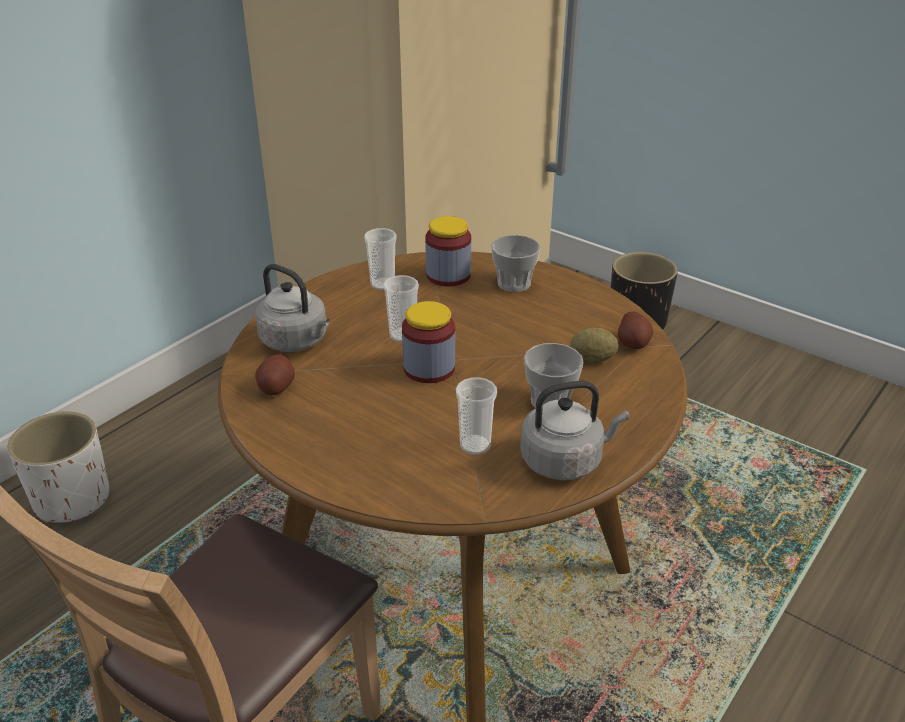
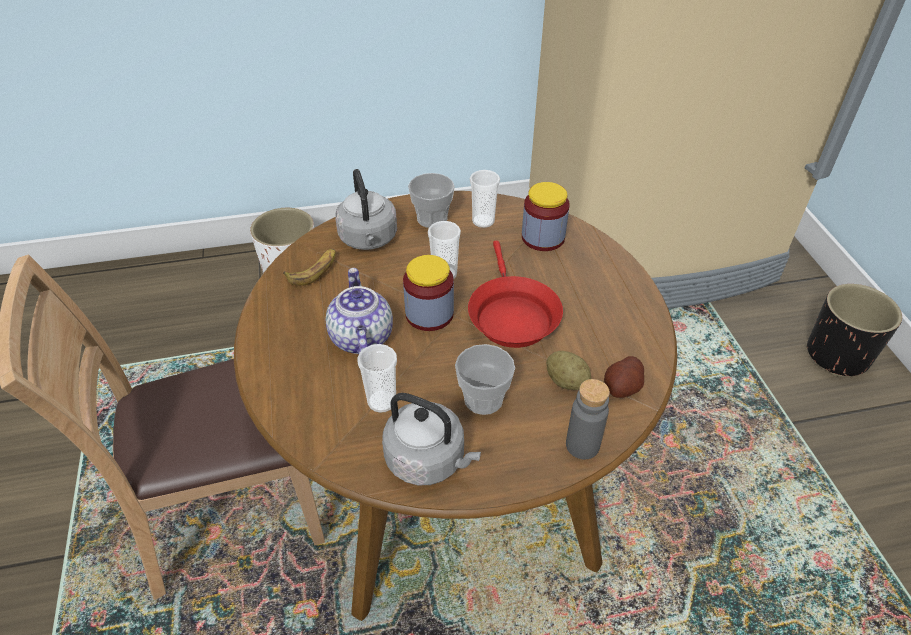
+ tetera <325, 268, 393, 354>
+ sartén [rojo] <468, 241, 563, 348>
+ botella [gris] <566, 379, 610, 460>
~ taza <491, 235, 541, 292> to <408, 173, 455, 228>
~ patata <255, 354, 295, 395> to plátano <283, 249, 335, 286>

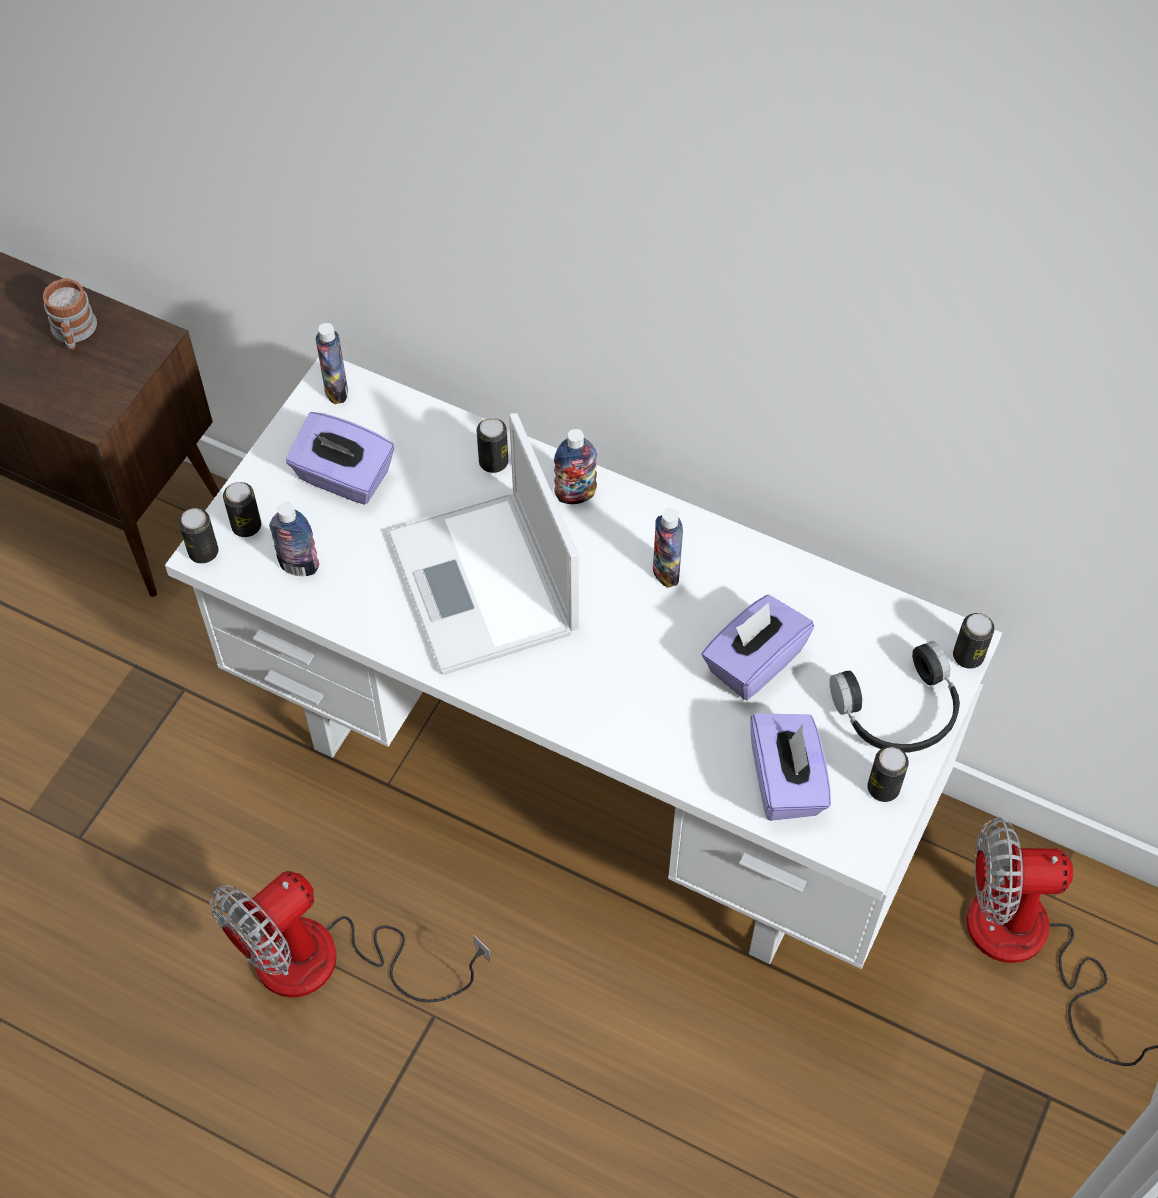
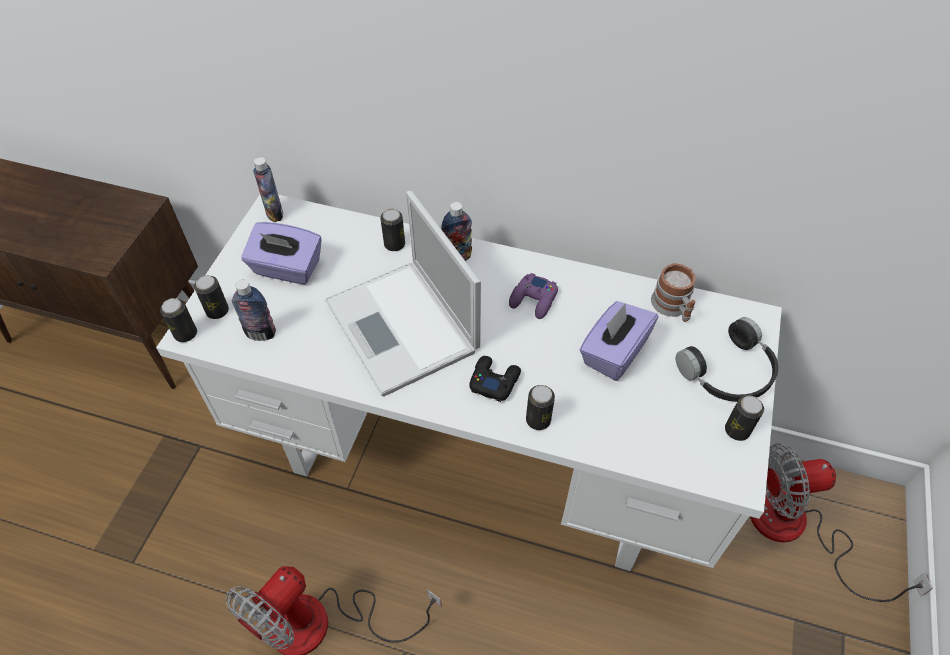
- caja de pañuelos [morado] <750, 713, 831, 821>
+ mando de consola [negro] <469, 356, 521, 402>
~ taza grande <43, 278, 97, 350> to <651, 263, 695, 322>
~ lata <953, 613, 995, 669> to <526, 385, 555, 430>
~ botella <653, 508, 683, 588> to mando de consola [morado] <509, 273, 558, 319>

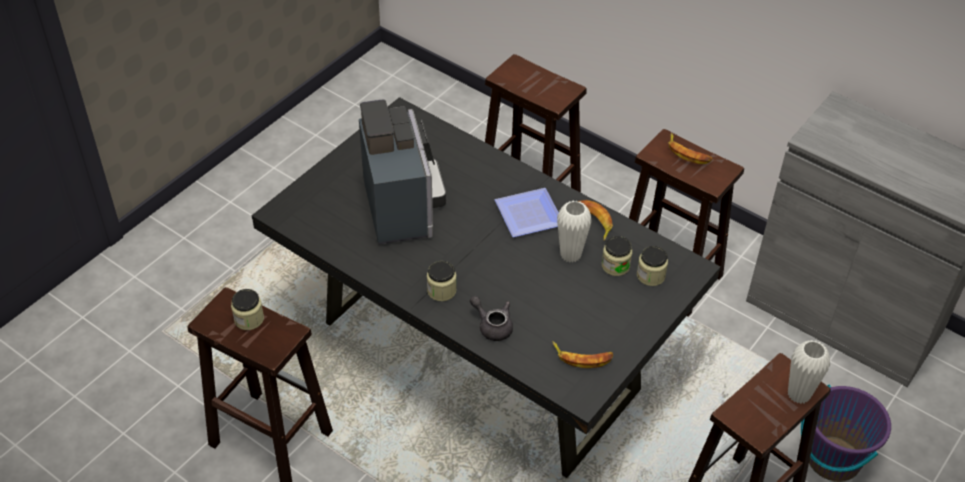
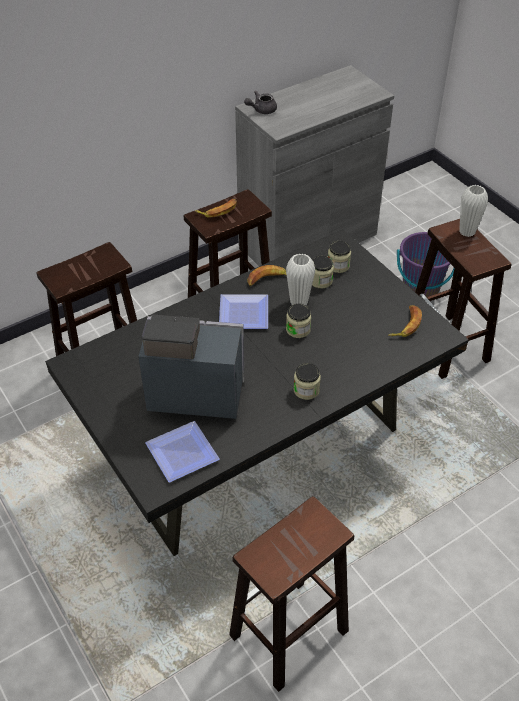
+ plato <145, 421, 219, 483>
~ tarro <231, 289, 264, 330> to <286, 304, 311, 338>
~ tetera [gris] <470, 296, 513, 341> to <244, 91, 277, 114>

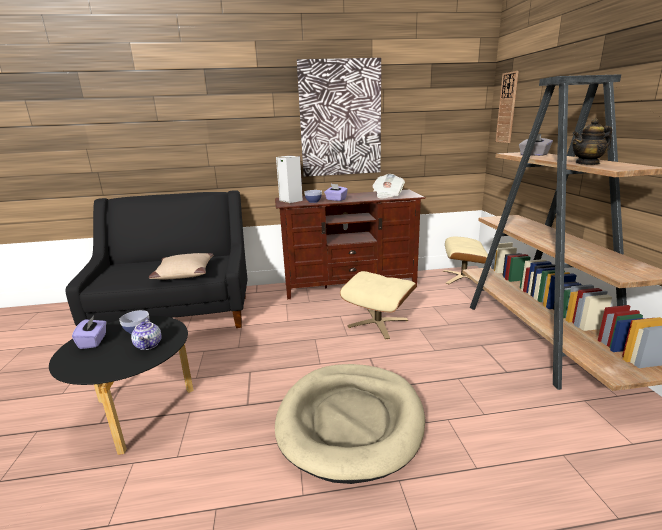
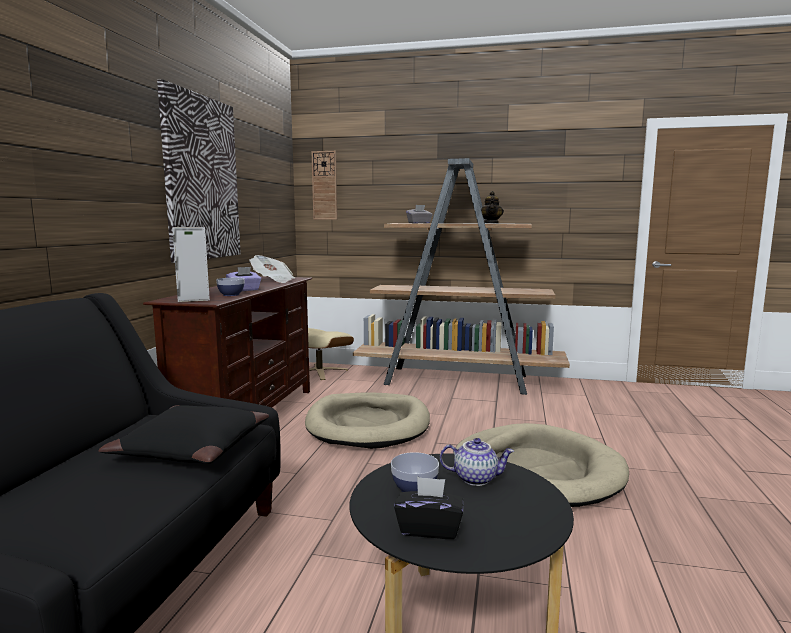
~ puf [beis] <340, 271, 417, 339> to cama para perro [beis] <305, 393, 430, 449>
~ caja de pañuelos [morado] <72, 316, 106, 349> to caja de pañuelos [negro] <394, 477, 463, 539>
~ cojín [beis] <149, 253, 213, 280> to cojín [negro] <98, 405, 269, 464>

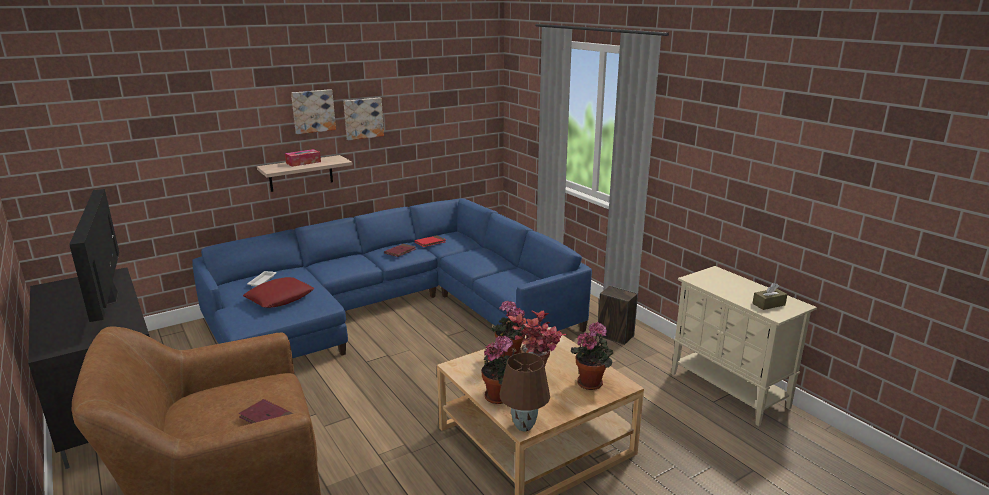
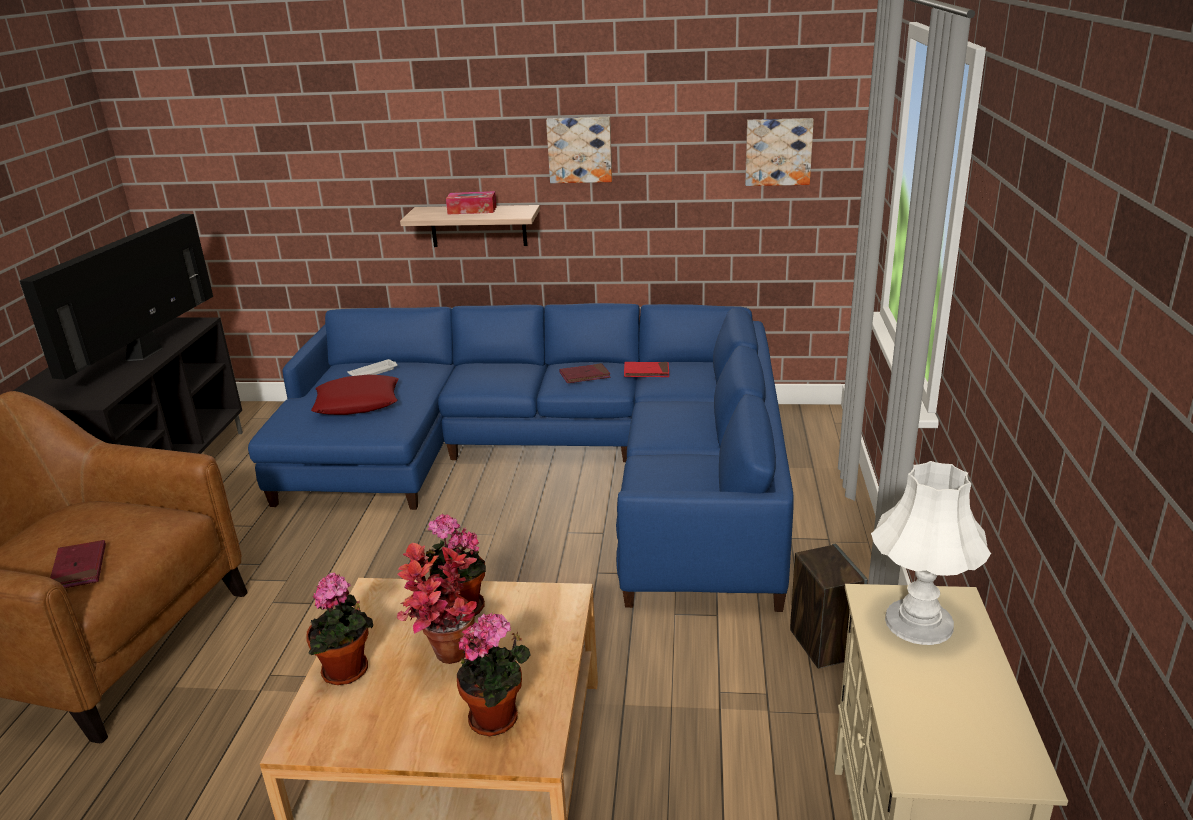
- lámpara de mesa [marrón] <500, 353, 550, 431>
- caja de pañuelos [marrón] <752, 283, 787, 310>
+ lámpara de mesa [blanco] <871, 461, 991, 645>
~ cuadro <291, 89, 336, 134> to <745, 118, 814, 186>

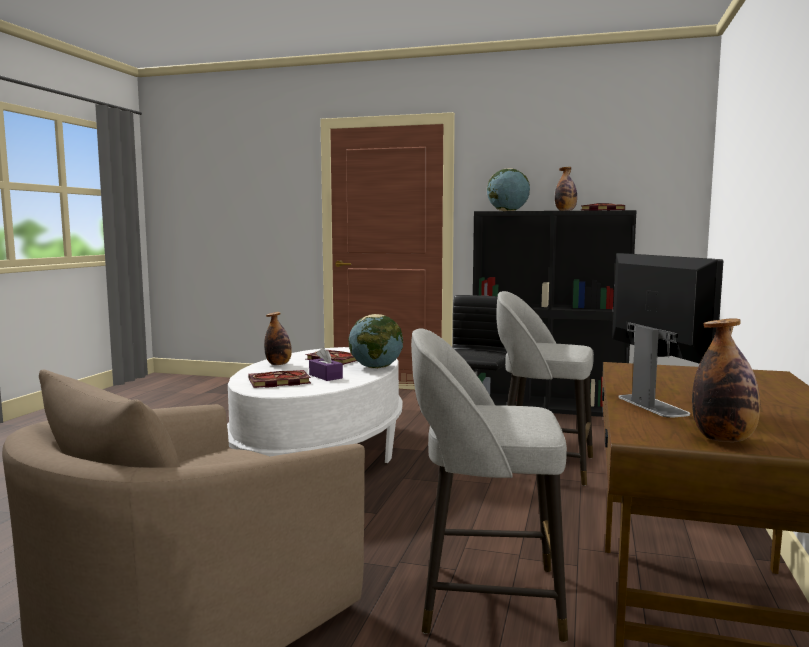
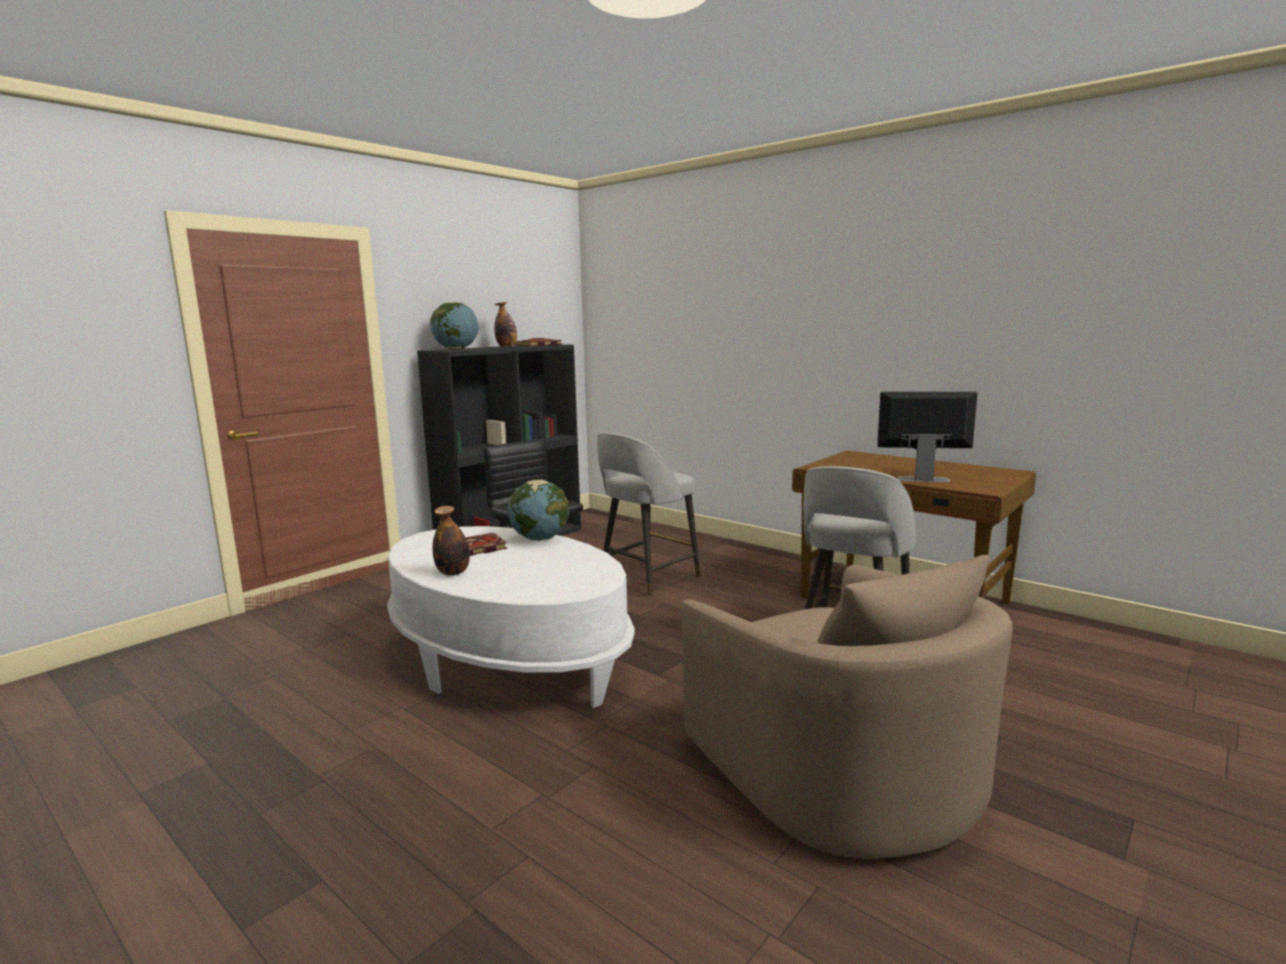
- libro <248, 370, 311, 388>
- caja de pañuelos [morado] <309, 347, 343, 381>
- botella <692, 318, 760, 442>

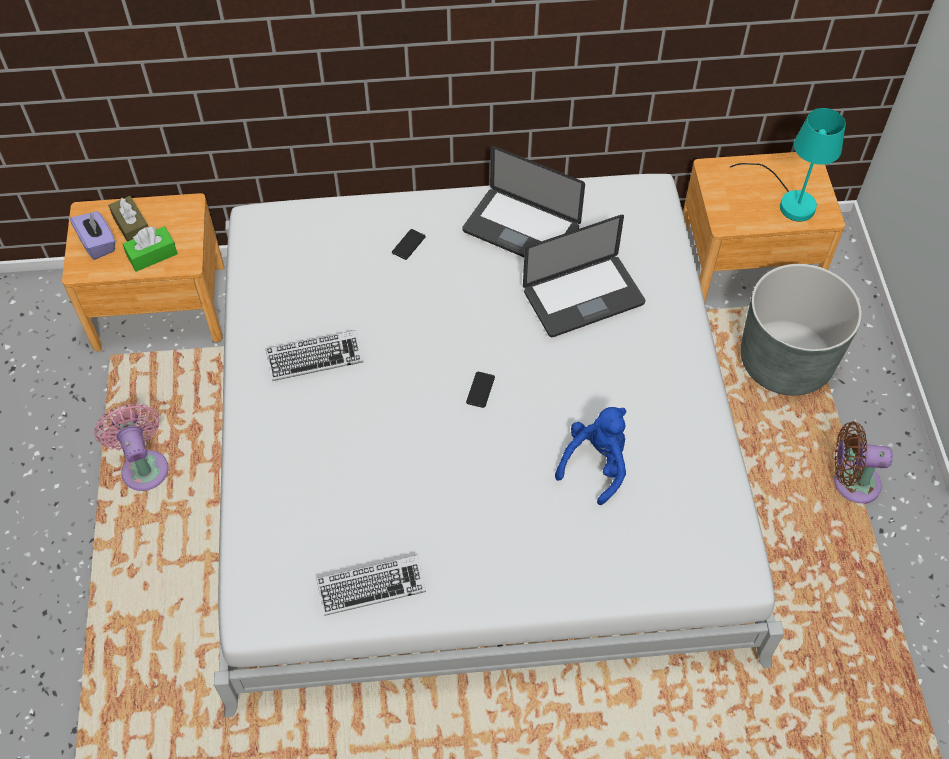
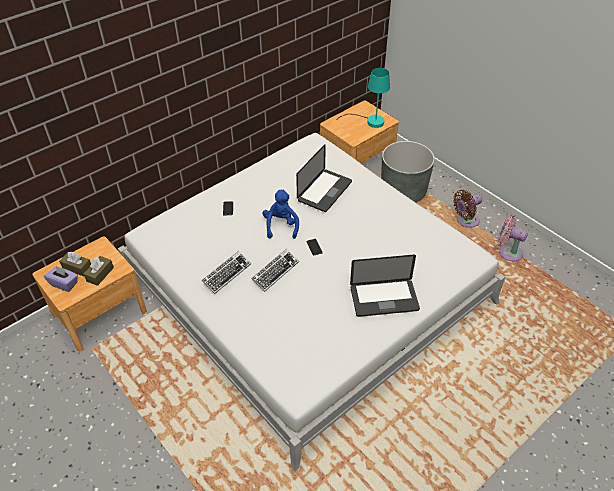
~ ventilador [rosa] <94, 403, 169, 491> to <498, 215, 528, 261>
~ teclado <316, 555, 426, 616> to <251, 249, 299, 292>
~ portátil <462, 146, 585, 257> to <350, 255, 420, 317>
~ peluche [azul] <555, 407, 626, 505> to <262, 189, 299, 239>
~ caja de pañuelos [verde] <123, 226, 178, 272> to caja de pañuelos [marrón] <84, 256, 114, 286>

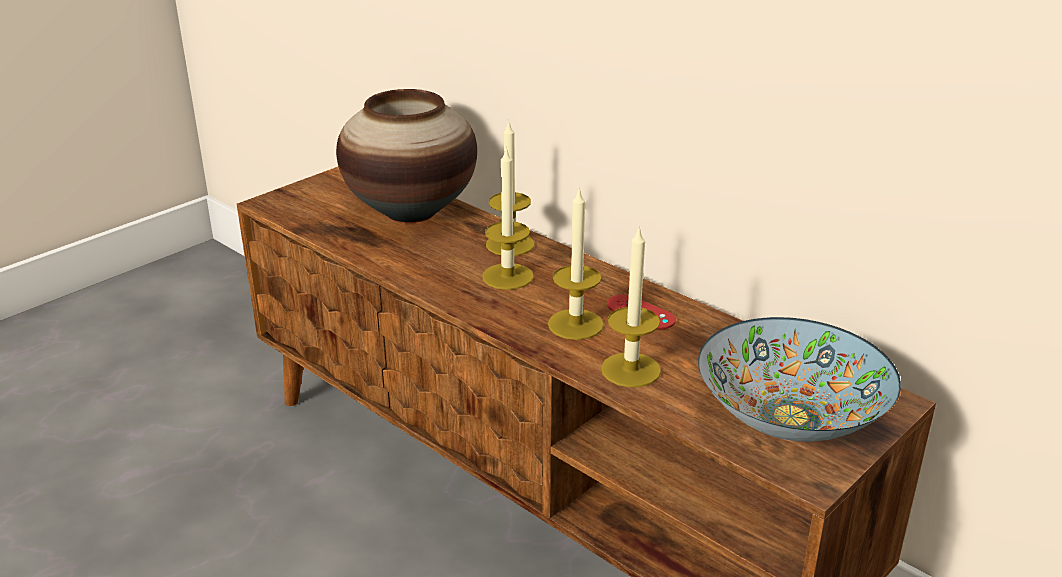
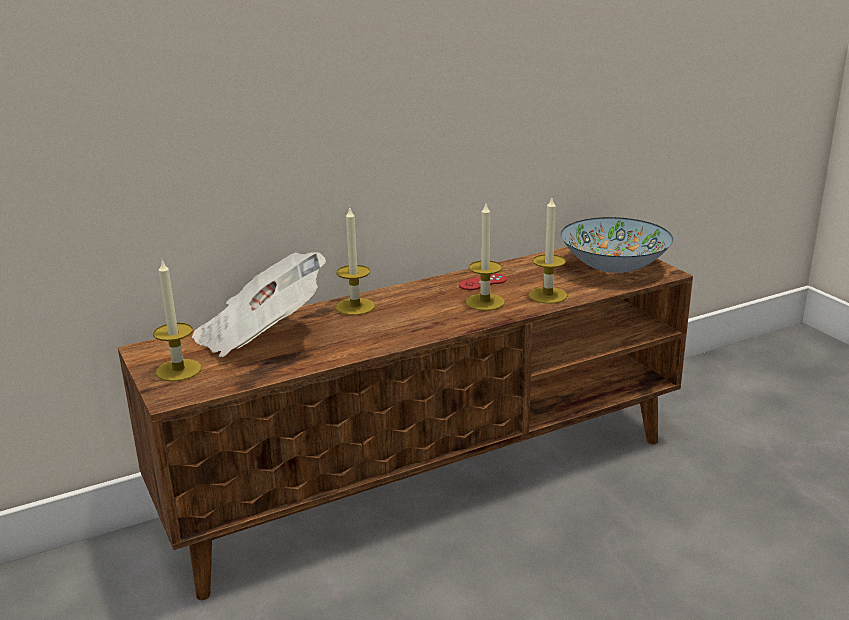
~ vela <482, 146, 534, 290> to <153, 260, 201, 382>
~ florero <336, 89, 477, 223> to periódico <192, 252, 326, 357>

